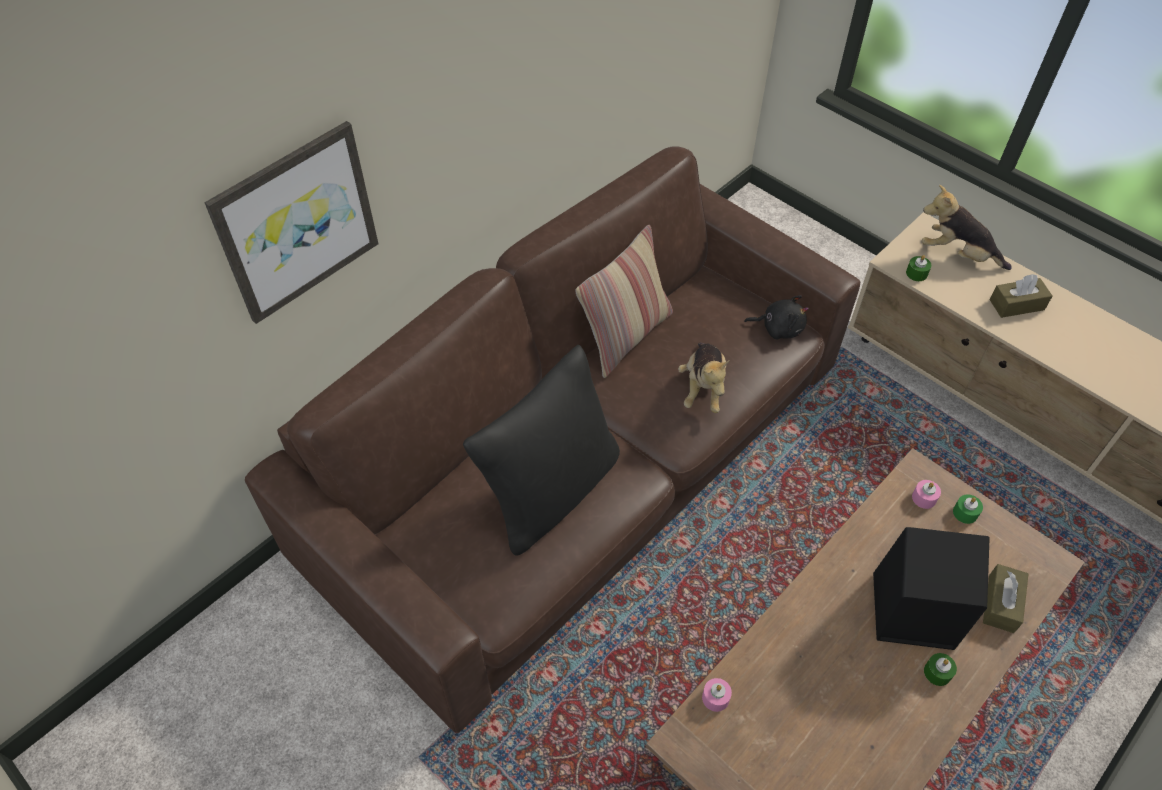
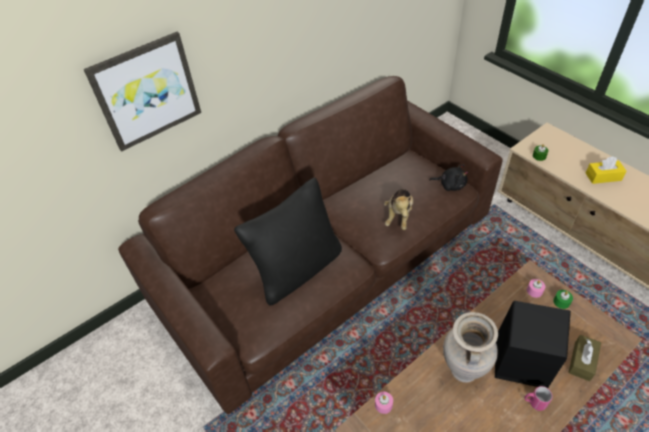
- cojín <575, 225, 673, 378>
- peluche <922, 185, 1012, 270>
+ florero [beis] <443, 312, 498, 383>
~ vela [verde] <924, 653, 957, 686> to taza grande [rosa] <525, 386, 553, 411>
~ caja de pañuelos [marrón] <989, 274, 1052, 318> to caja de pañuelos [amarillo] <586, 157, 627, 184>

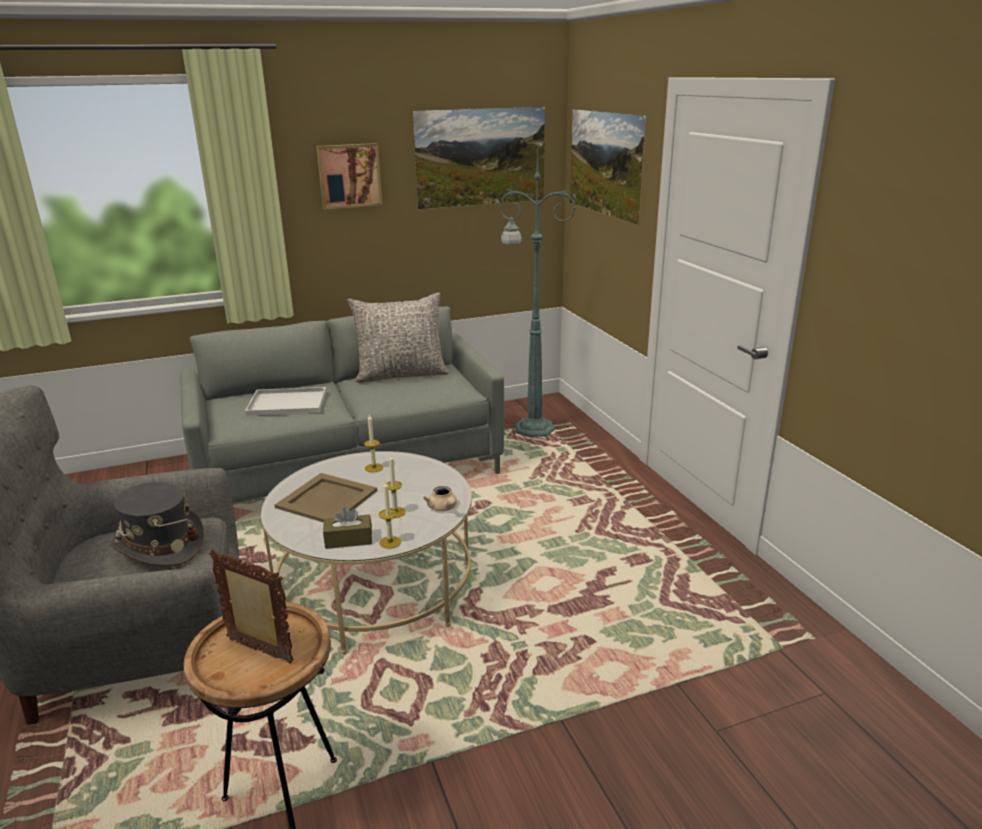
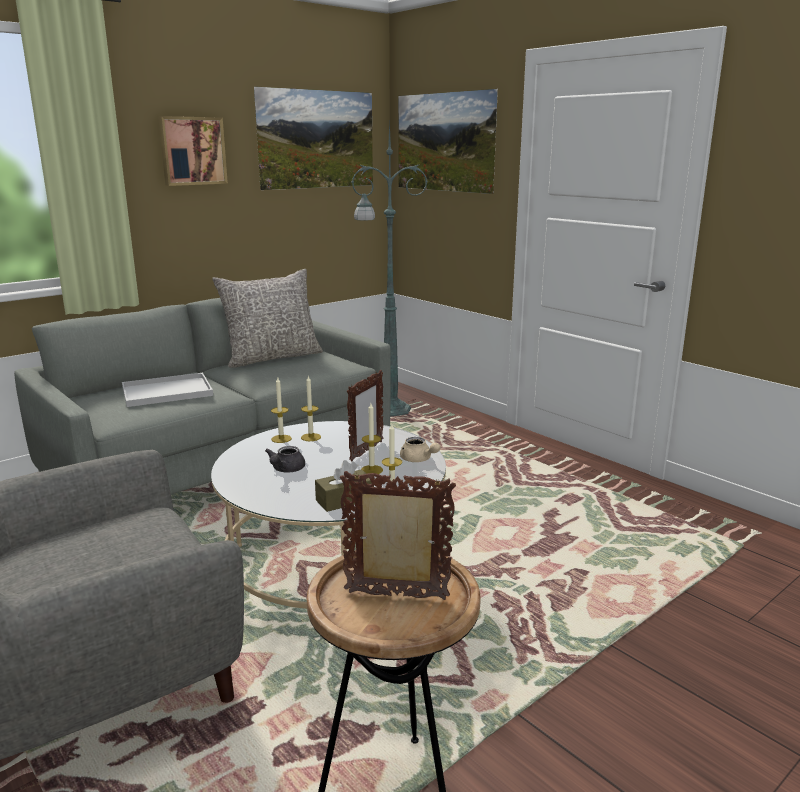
- sombrero [gris] <110, 482, 204, 566>
+ vela <271, 378, 292, 443>
+ portarretratos <347, 370, 383, 462>
~ bandeja [beis] <275, 473, 377, 522> to tetera [gris] <265, 446, 305, 473>

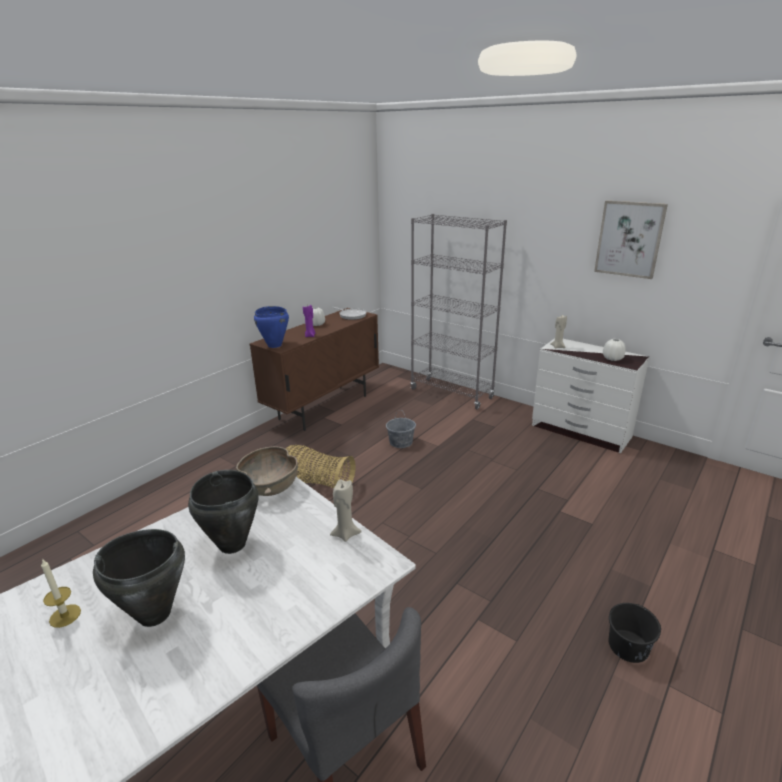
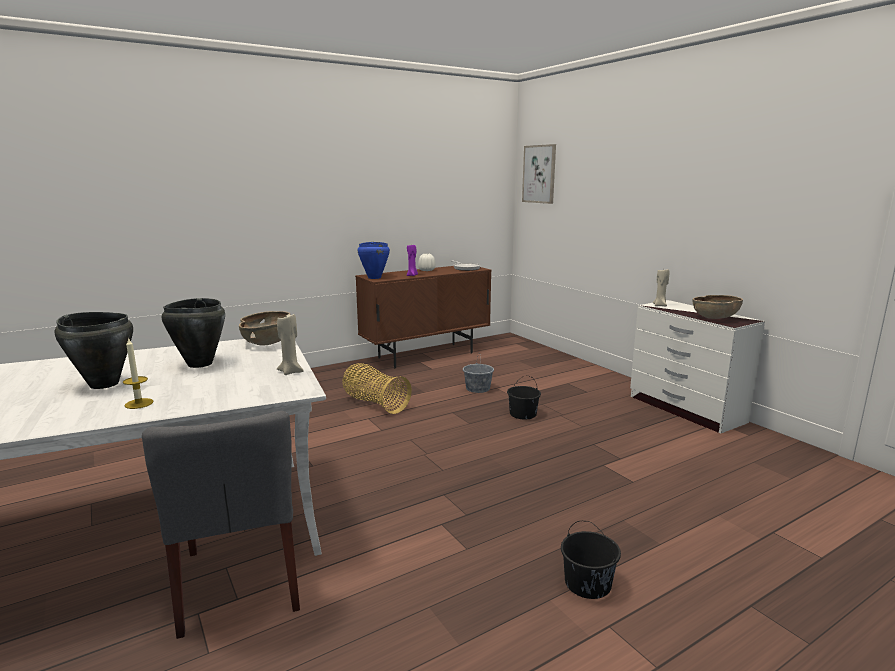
- estantería [gris] <411, 214, 507, 410>
+ cubo [negro] <507, 375, 541, 420>
~ vela <41, 559, 81, 628> to <123, 337, 153, 409>
~ cuadro <594, 201, 668, 279> to <522, 144, 556, 204>
~ florero [blanco] <603, 339, 625, 361> to cuenco [marrón] <692, 295, 743, 319>

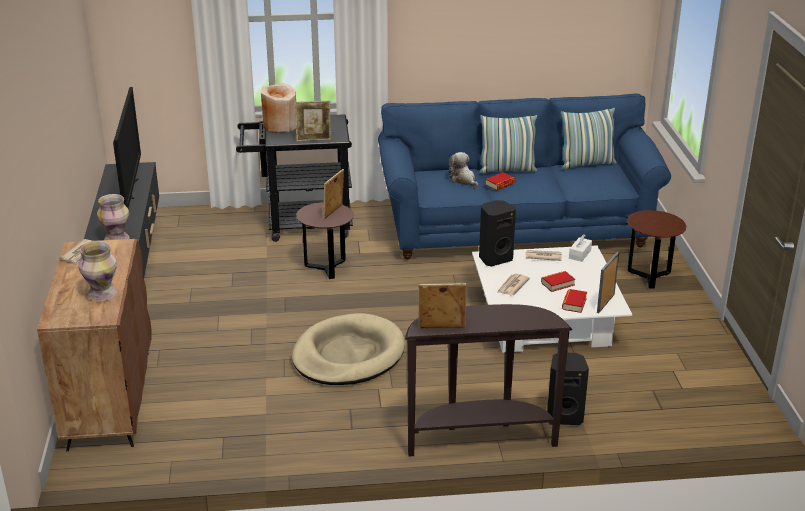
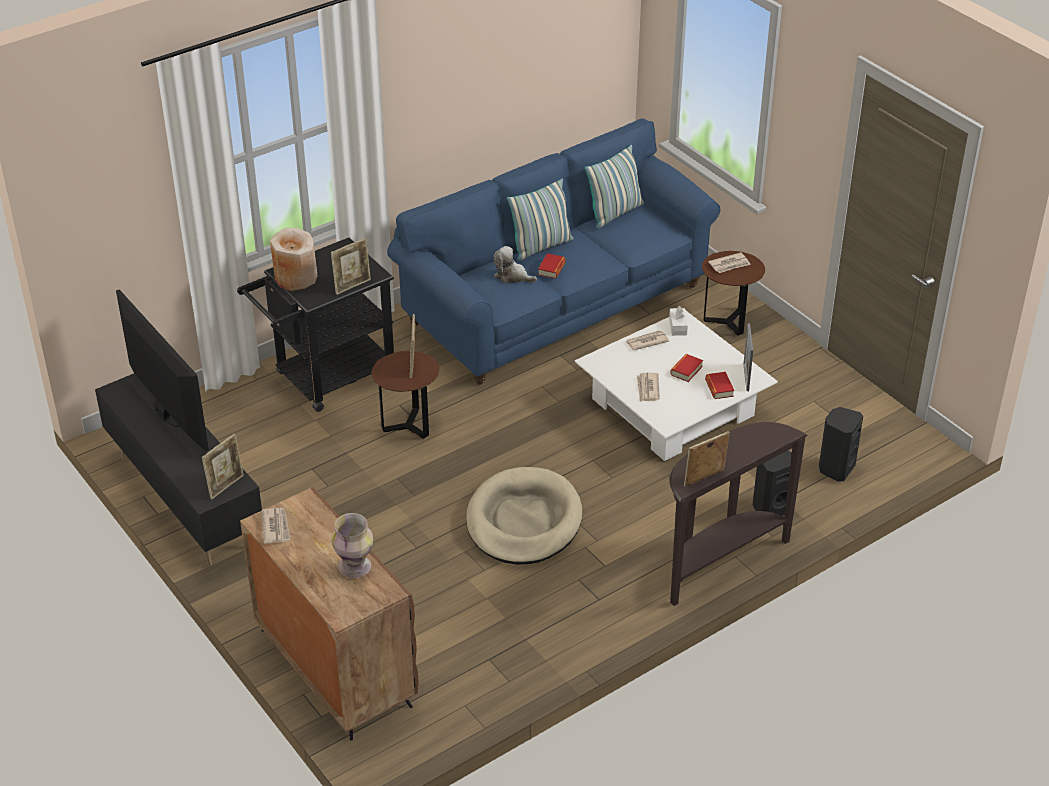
+ periódico <708, 252, 751, 273>
~ altavoz [negro] <479, 200, 516, 267> to <819, 407, 863, 482>
~ florero <97, 194, 129, 240> to portarretratos <202, 433, 244, 500>

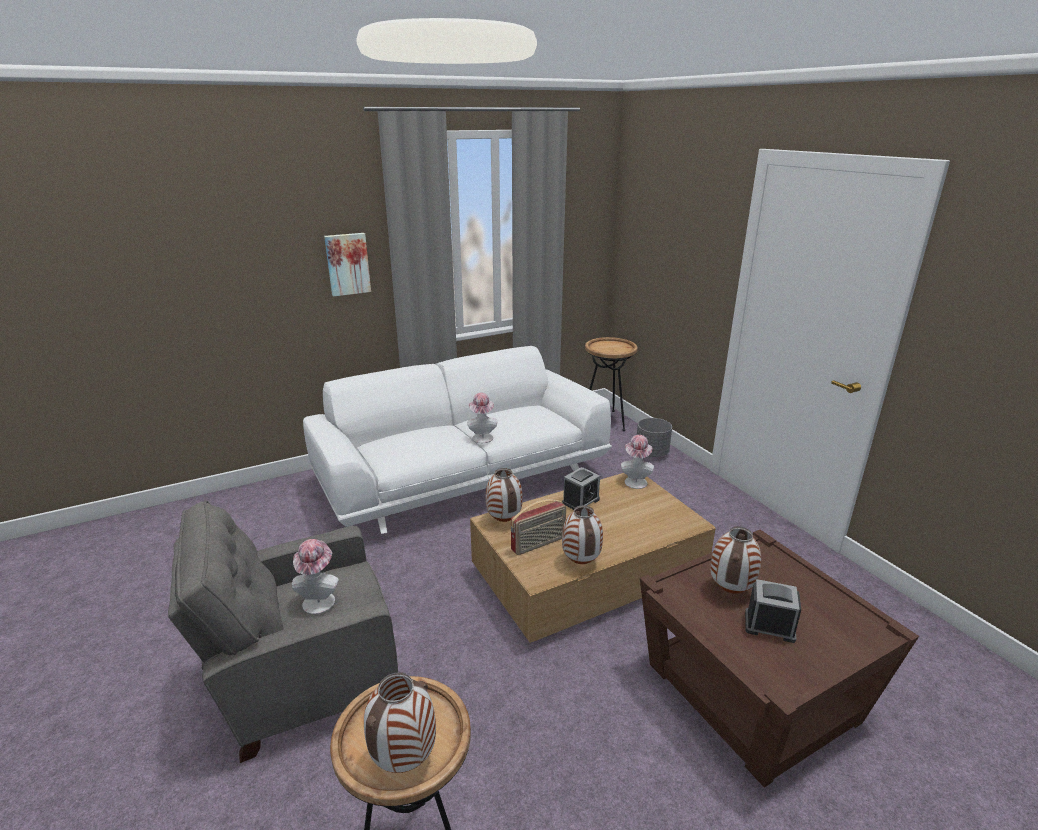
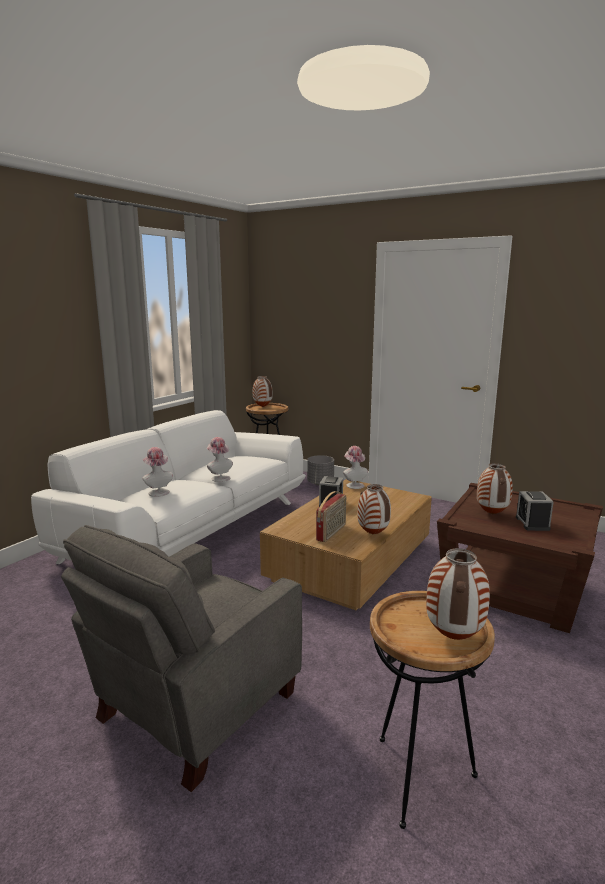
- cuadro <324, 233, 371, 297>
~ sombrero <292, 539, 339, 614> to <142, 447, 173, 497>
~ florero <486, 468, 522, 522> to <253, 376, 273, 407>
~ despertador <745, 579, 801, 643> = <516, 491, 554, 531> 75 degrees counterclockwise

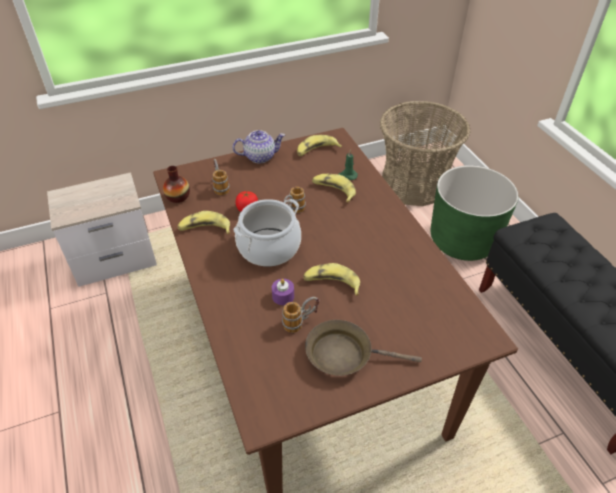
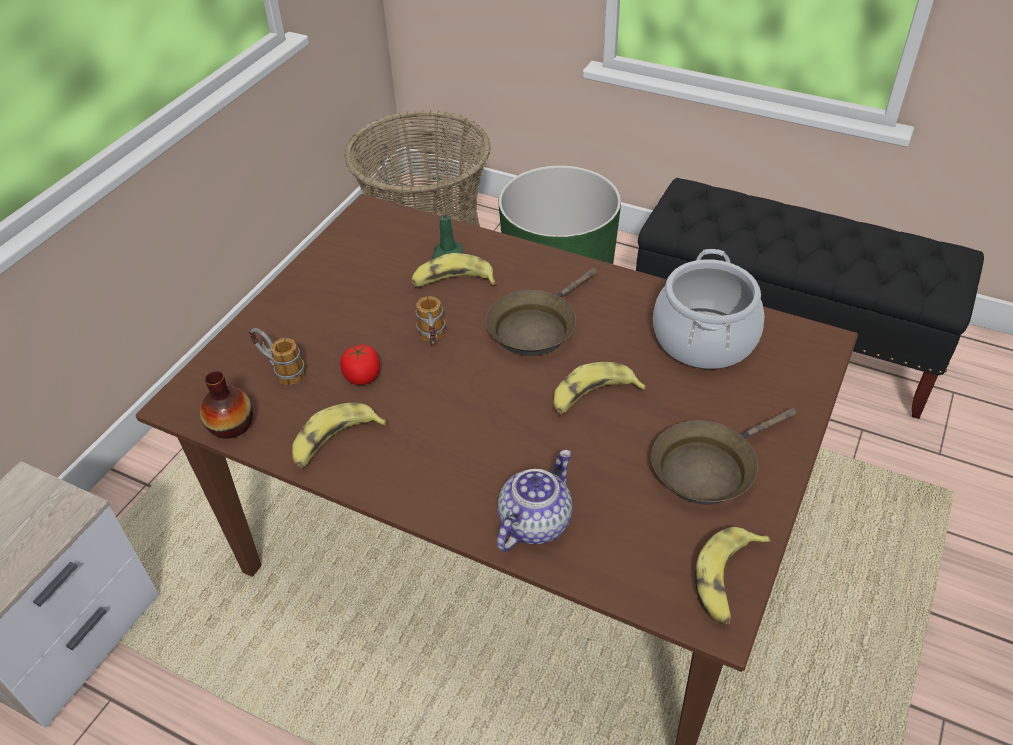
- vela [morado] <272, 279, 294, 305>
- taza grande <282, 297, 319, 333>
+ sartén [marrón] <486, 268, 597, 356>
~ tetera <233, 130, 285, 163> to <497, 450, 573, 552>
~ olla <233, 199, 301, 267> to <653, 249, 764, 369>
~ plátano <297, 135, 342, 156> to <695, 527, 771, 625>

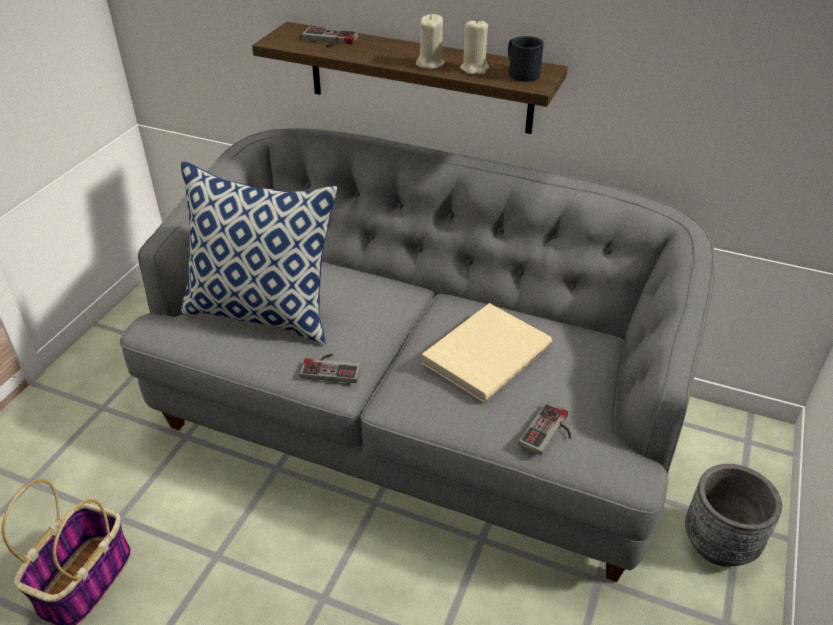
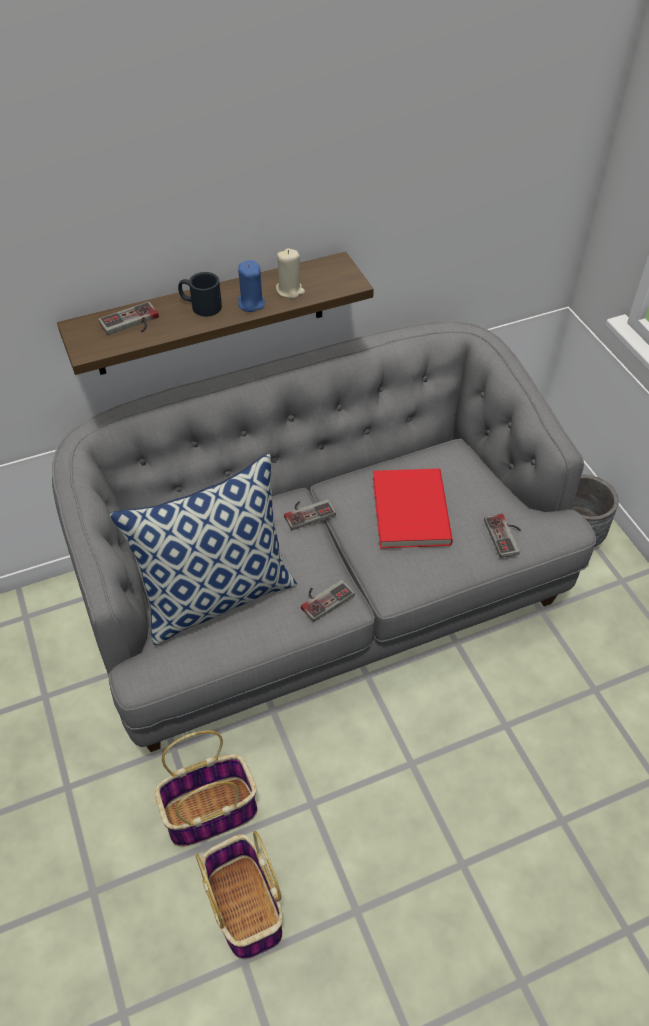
+ cesta <155, 731, 258, 847>
+ mando de consola <284, 499, 336, 530>
~ taza grande [negro] <508, 36, 544, 82> to <178, 272, 222, 317>
~ vela [beis] <416, 14, 445, 69> to vela [azul] <238, 260, 265, 312>
~ libro [beis] <422, 303, 552, 402> to libro [rojo] <373, 469, 453, 548>

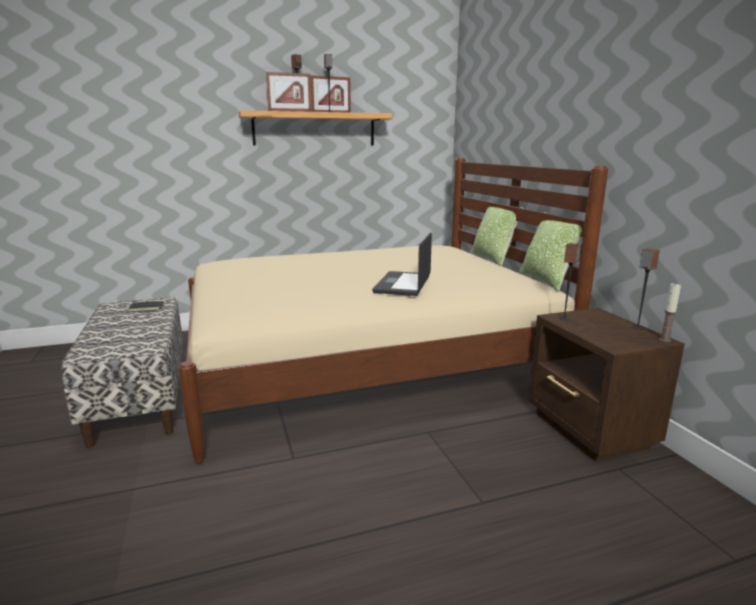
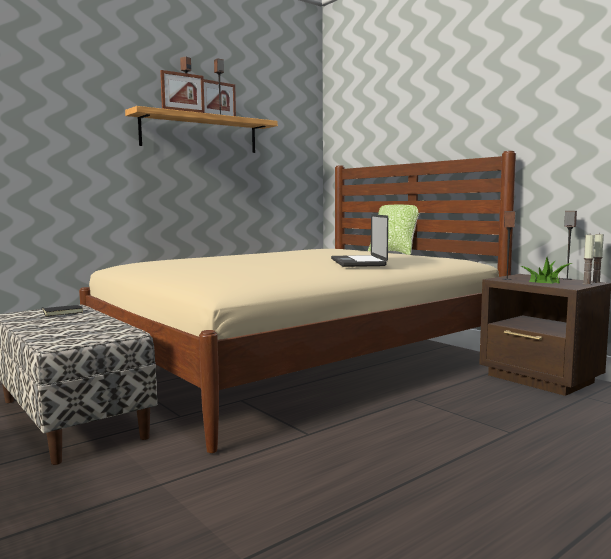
- cojín <519, 212, 582, 291>
+ planta en maceta <521, 258, 572, 284>
+ vela <582, 235, 595, 285>

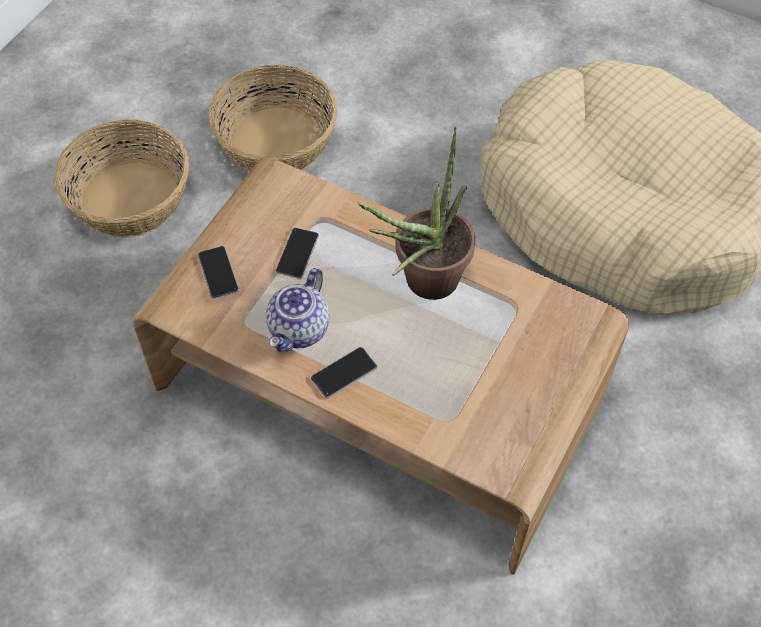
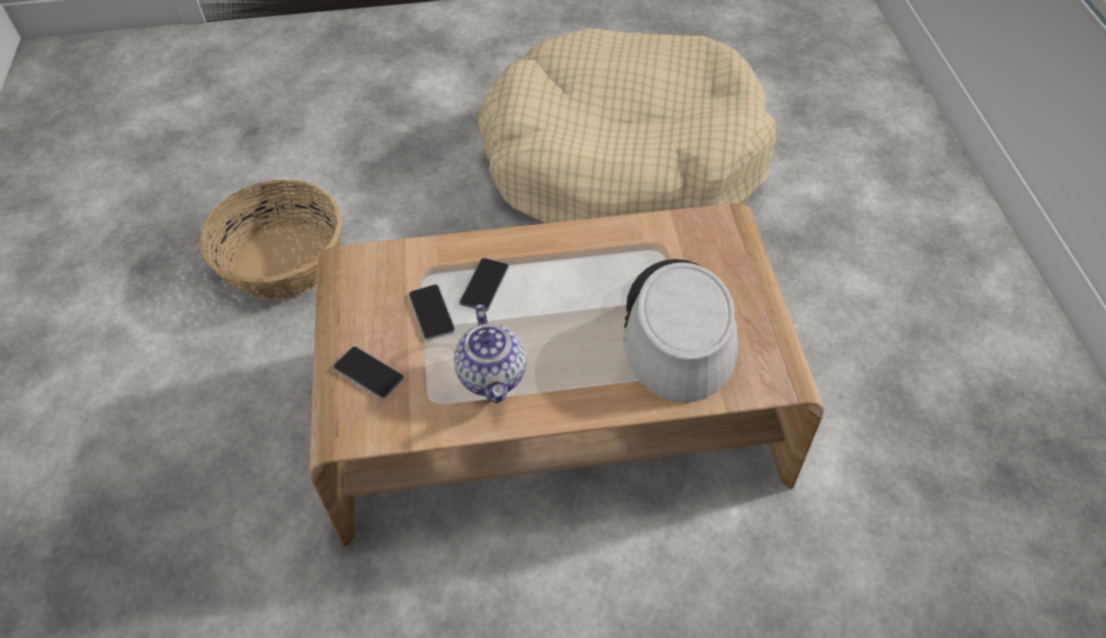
- cesta <54, 119, 189, 237>
- planta en maceta <357, 127, 475, 300>
+ sombrero [gris] <623, 259, 739, 403>
~ móvil <311, 347, 377, 398> to <459, 258, 509, 312>

